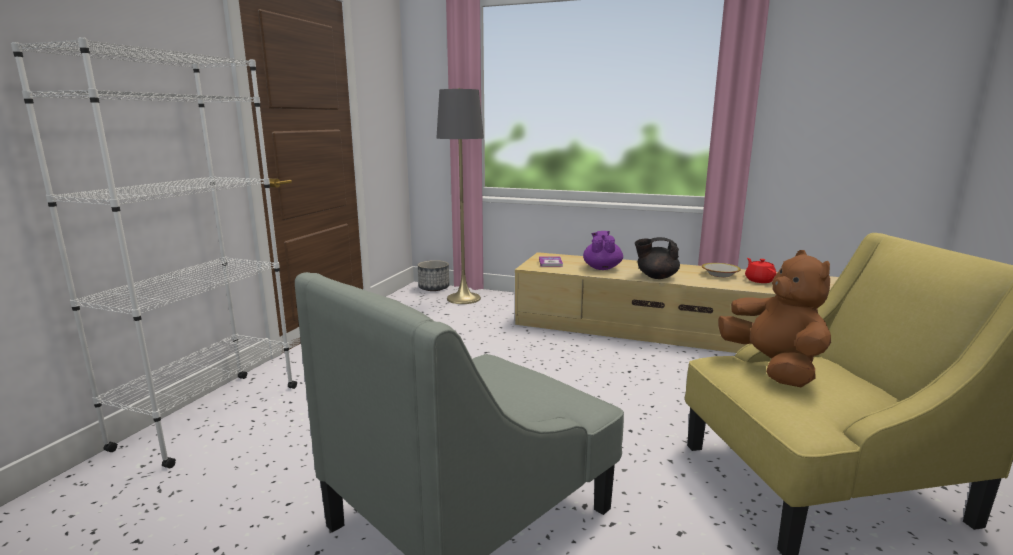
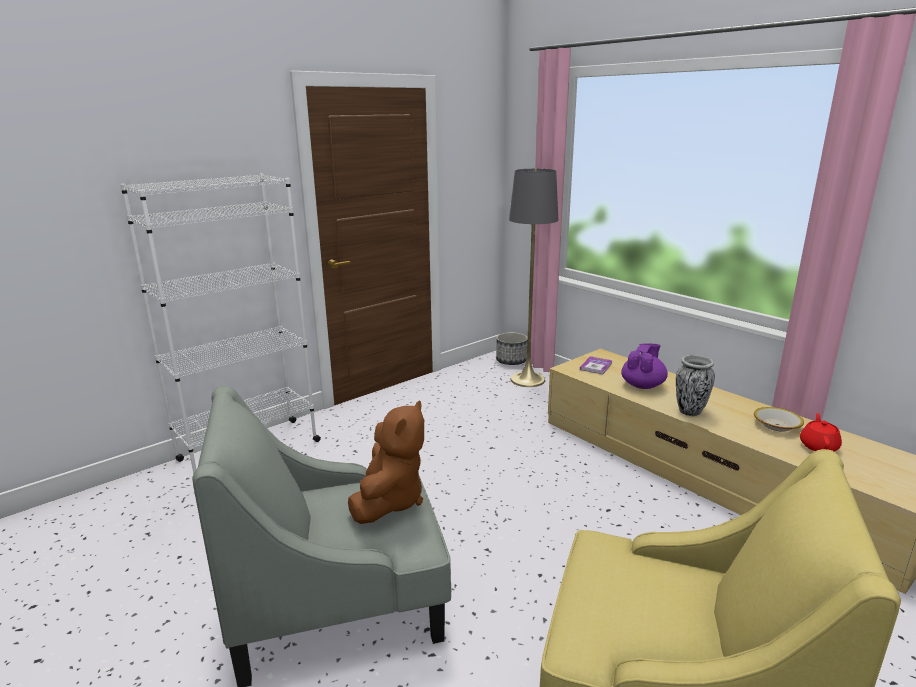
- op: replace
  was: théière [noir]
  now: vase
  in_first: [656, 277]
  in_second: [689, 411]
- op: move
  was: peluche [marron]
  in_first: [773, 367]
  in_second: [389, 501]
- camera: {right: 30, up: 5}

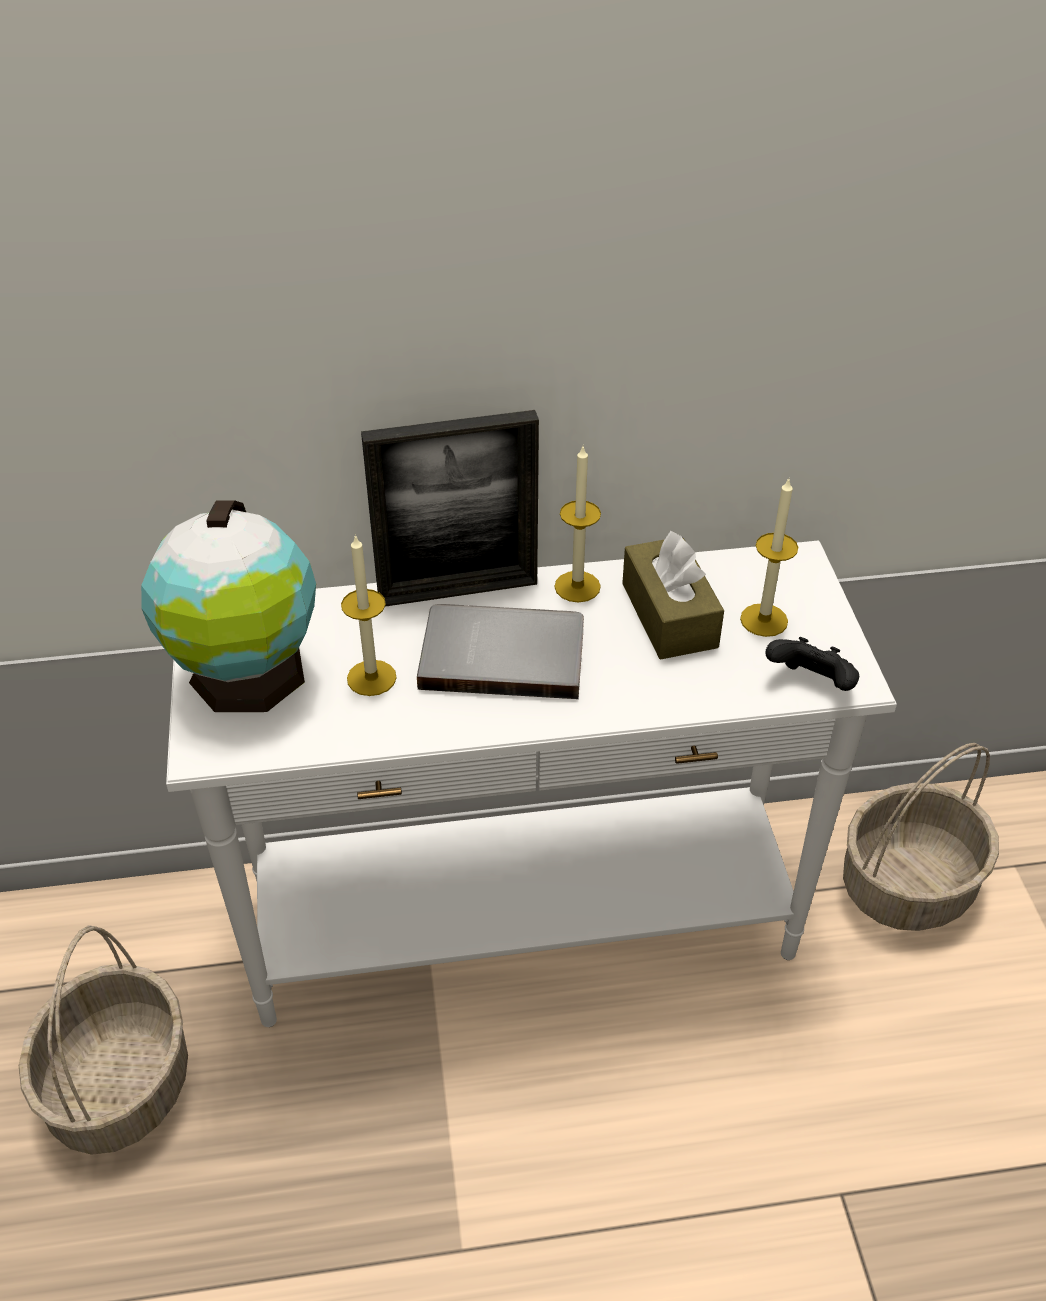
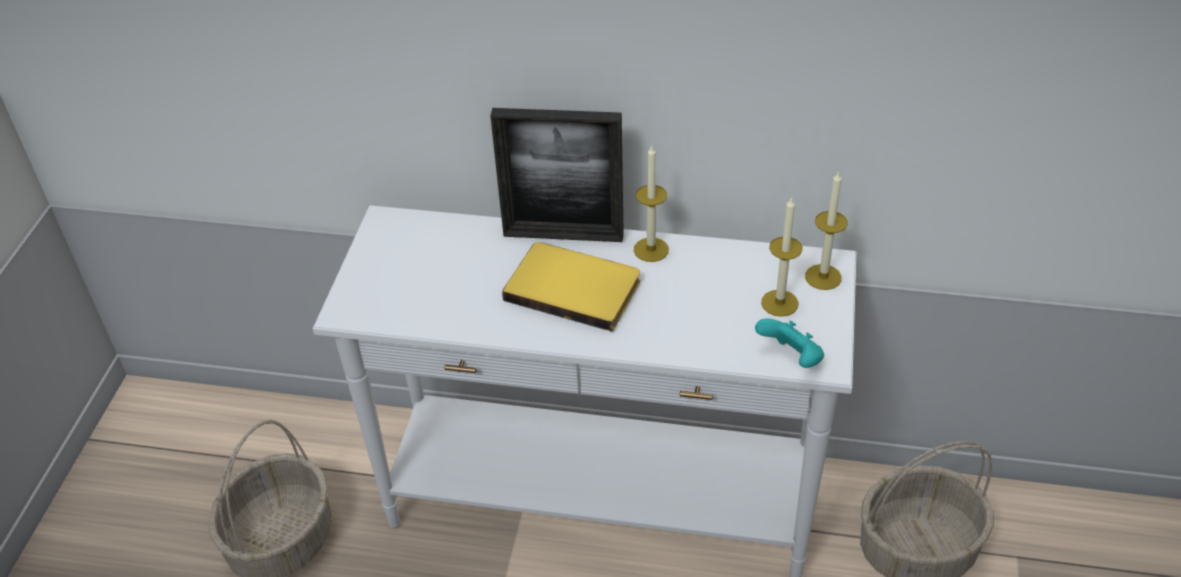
- op: delete
  was: globe
  in_first: [248, 678]
- op: delete
  was: boîte à mouchoirs [marron]
  in_first: [669, 615]
- op: move
  was: bougie
  in_first: [371, 678]
  in_second: [823, 277]
- op: recolor
  was: livre [gris]
  now: livre [jaune]
  in_first: [503, 653]
  in_second: [574, 287]
- op: recolor
  was: manette [noir]
  now: manette [turquoise]
  in_first: [811, 684]
  in_second: [791, 358]
- camera: {right: 20, up: 0}

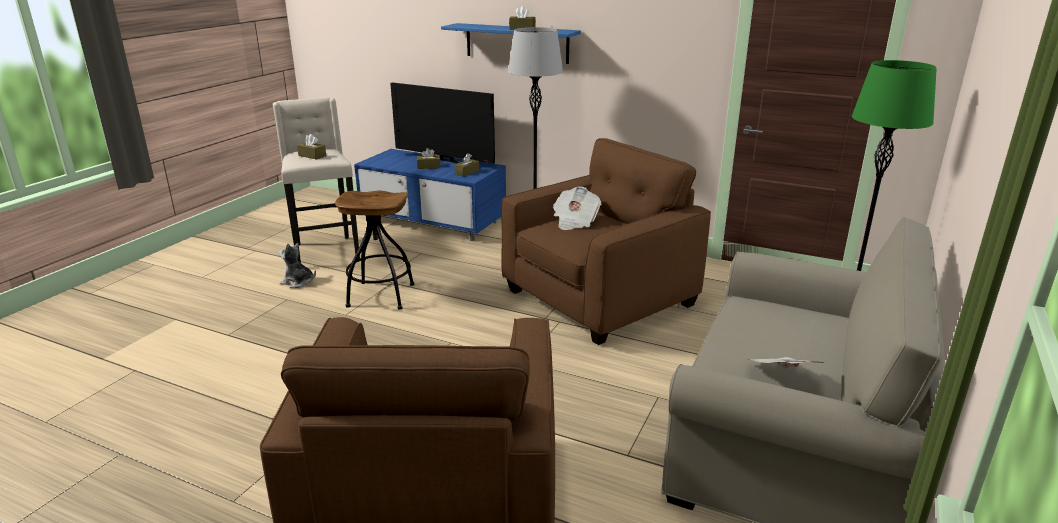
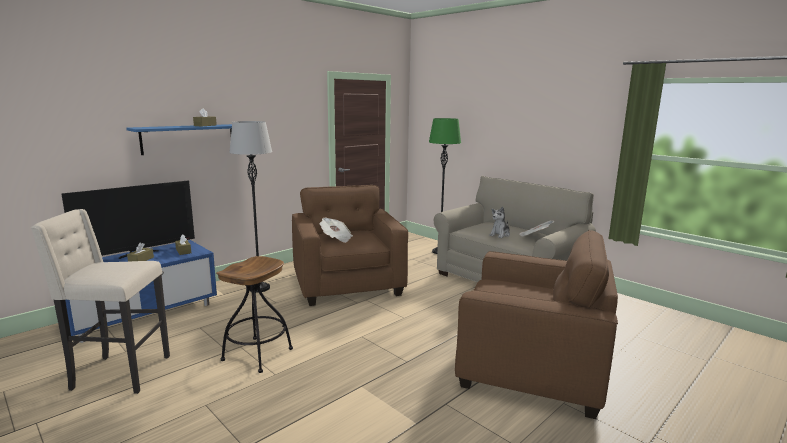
- op: delete
  was: boîte à mouchoirs [marron]
  in_first: [312, 156]
- op: move
  was: peluche
  in_first: [298, 282]
  in_second: [500, 235]
- camera: {right: -70, up: -10}

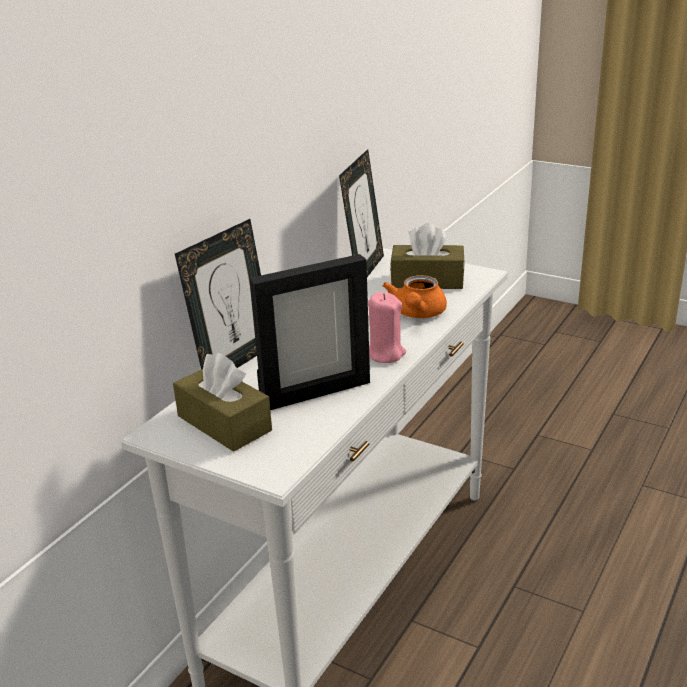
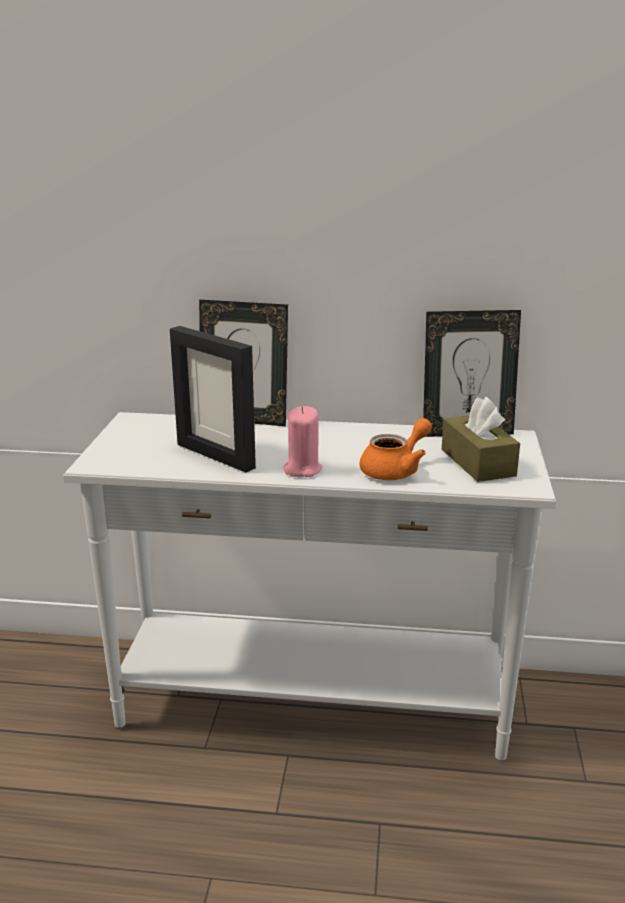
- op: rotate
  was: théière [orange]
  in_first: [417, 314]
  in_second: [396, 470]
  clockwise: 150
- op: delete
  was: boîte à mouchoirs [marron]
  in_first: [224, 423]
- camera: {right: 65, up: -5}

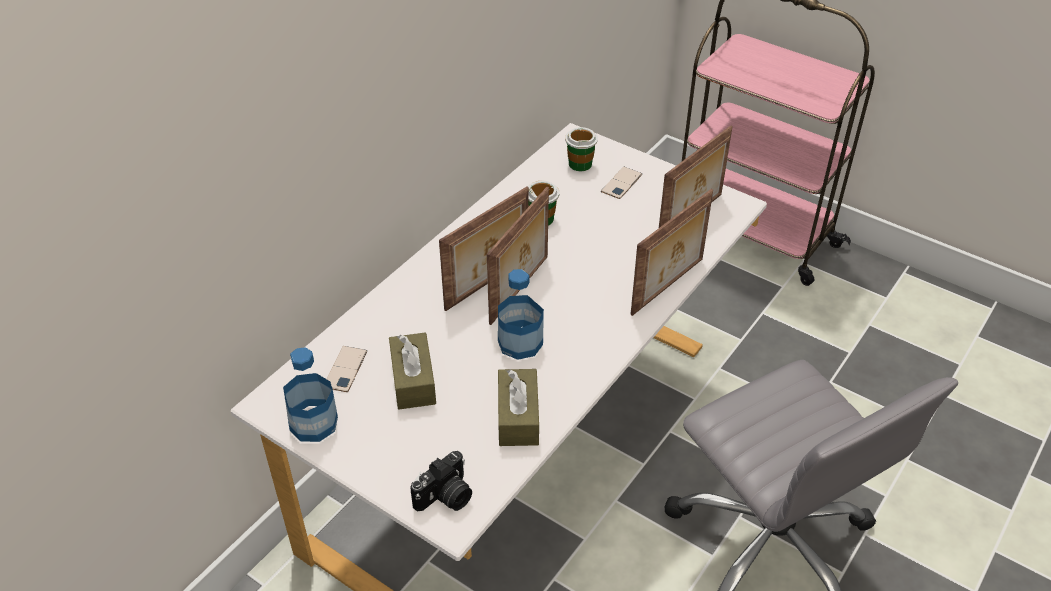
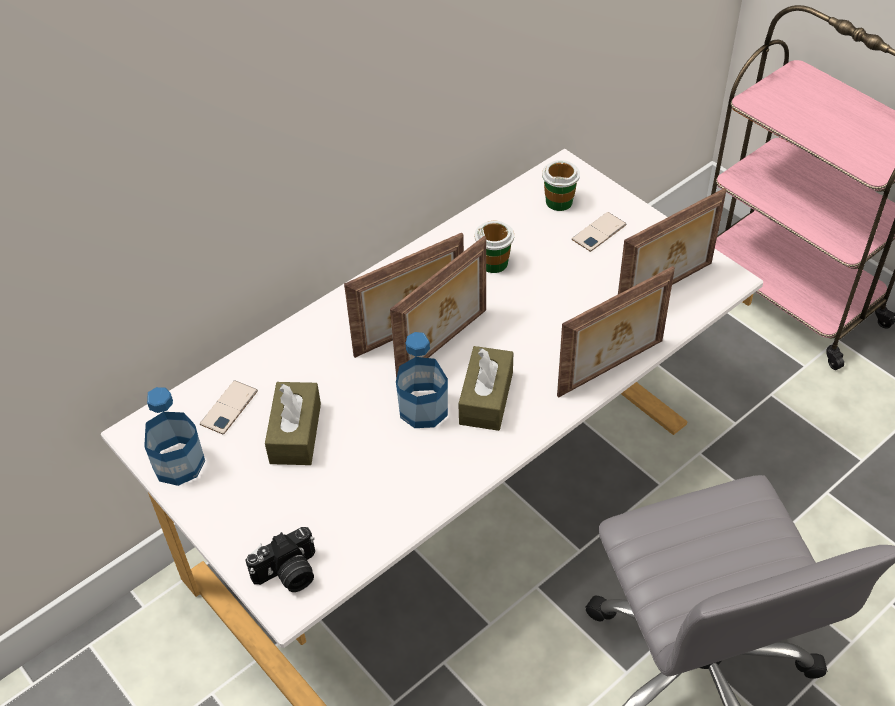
- op: move
  was: boîte à mouchoirs [marron]
  in_first: [518, 417]
  in_second: [486, 398]
- camera: {right: 15, up: 5}

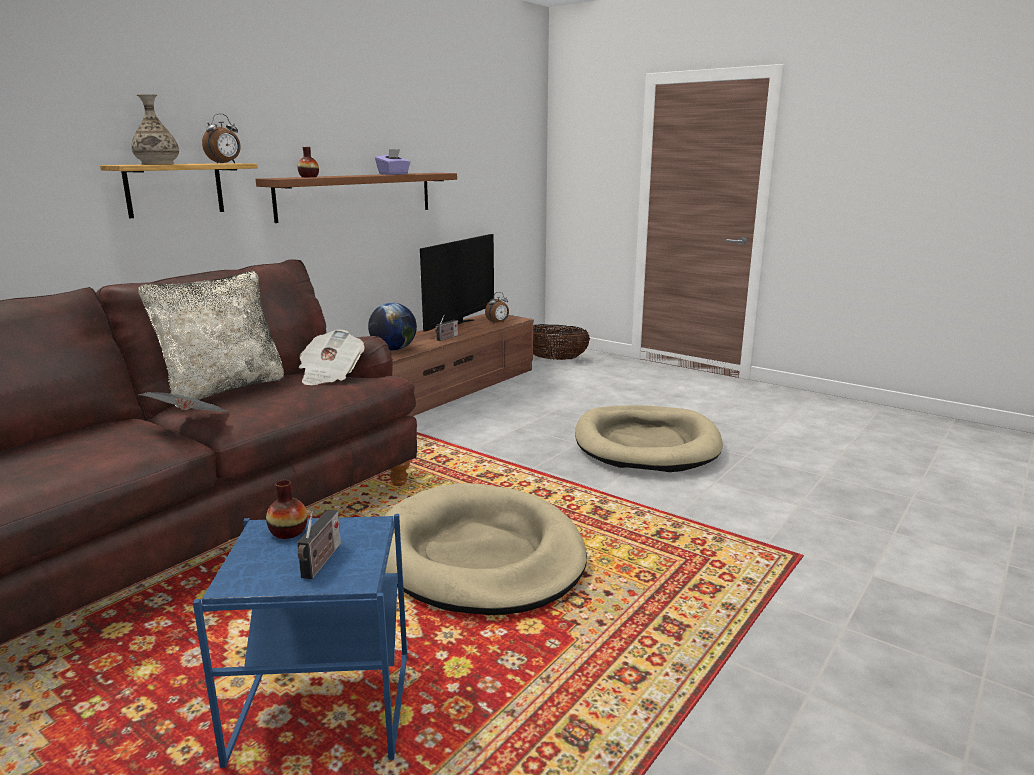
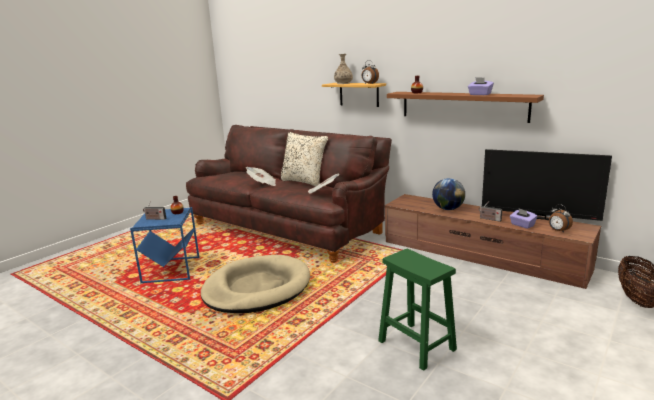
- op: replace
  was: panier pour chien [beige]
  now: tabouret [vert]
  in_first: [646, 444]
  in_second: [417, 346]
- op: insert
  now: boîte à mouchoirs [violet]
  in_second: [522, 225]
- camera: {right: 90, up: 0}

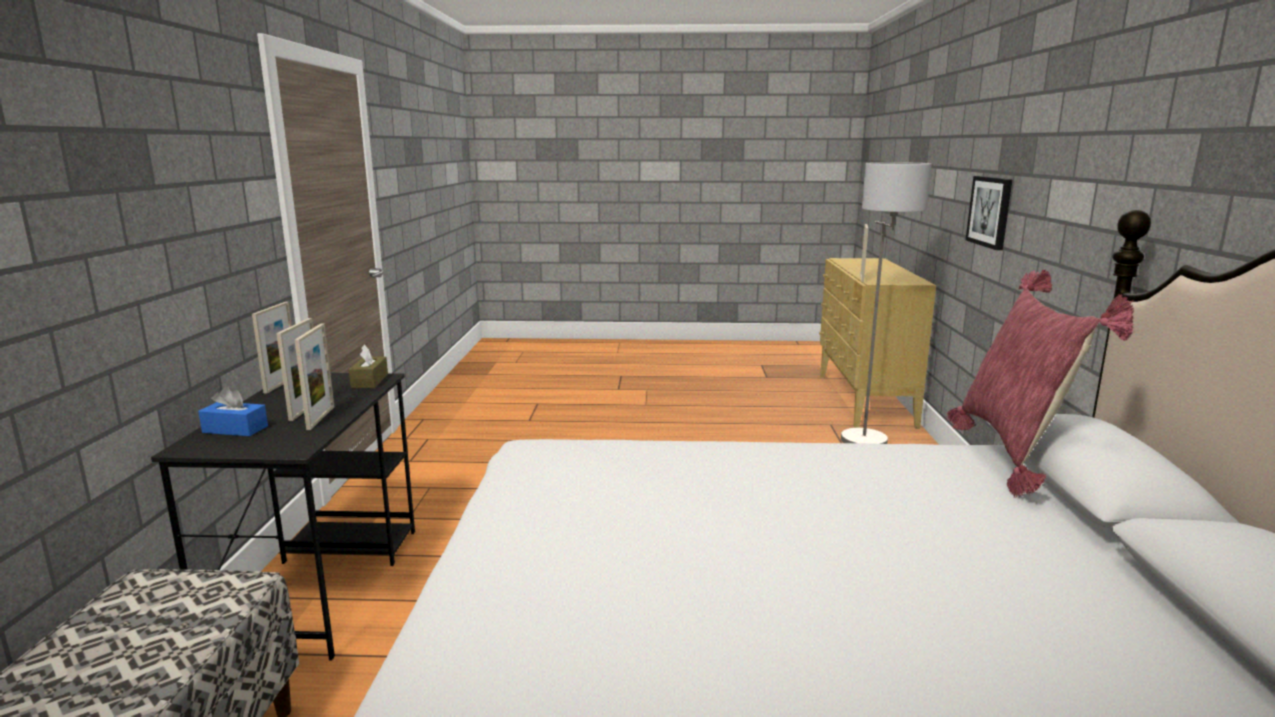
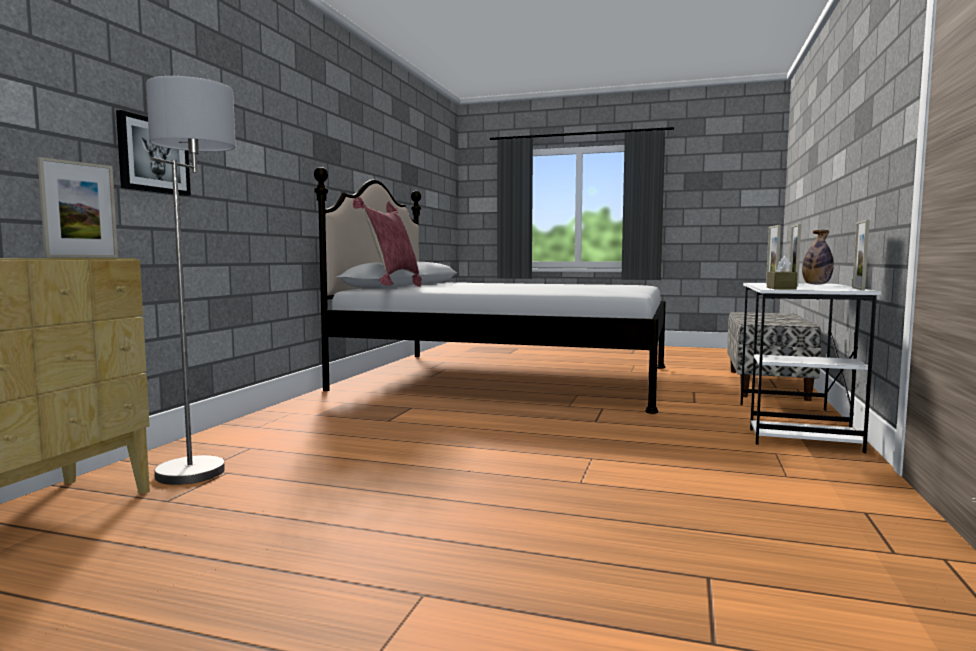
- op: recolor
  was: bureau [noir]
  now: bureau [blanc]
  in_first: [321, 584]
  in_second: [794, 425]
- op: replace
  was: boîte à mouchoirs [bleu]
  now: bouteille
  in_first: [235, 429]
  in_second: [816, 284]
- camera: {right: -165, up: -10}

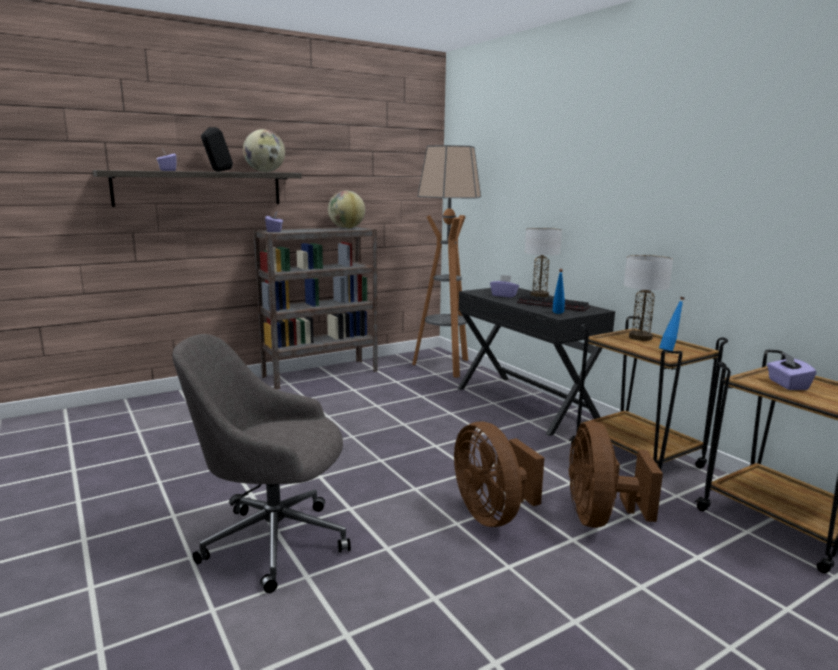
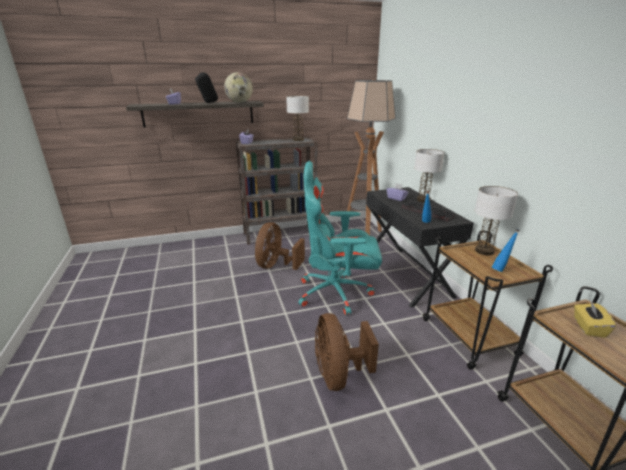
- op: replace
  was: globe
  now: lampe de table
  in_first: [346, 228]
  in_second: [298, 140]
- op: delete
  was: chaise de bureau [gris]
  in_first: [273, 542]
- op: recolor
  was: boîte à mouchoirs [violet]
  now: boîte à mouchoirs [jaune]
  in_first: [787, 385]
  in_second: [588, 327]
- op: move
  was: ventilateur [marron]
  in_first: [600, 517]
  in_second: [276, 265]
- op: insert
  now: chaise de bureau [turquoise]
  in_second: [339, 294]
- camera: {right: 15, up: 10}

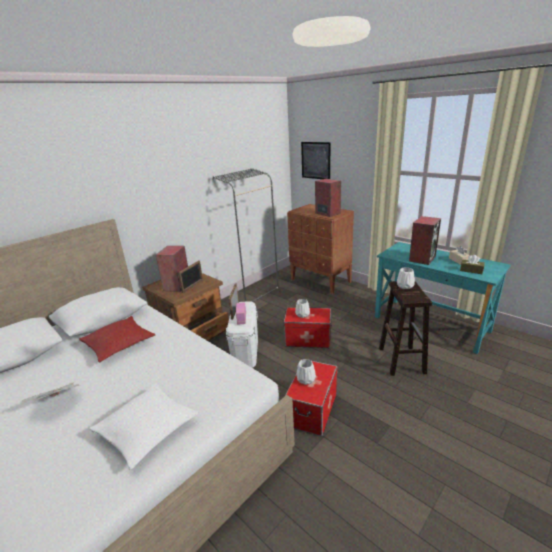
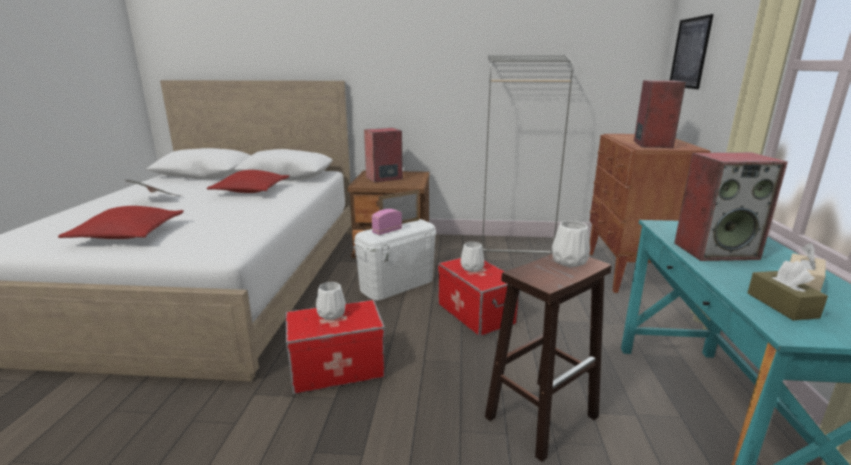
- op: delete
  was: cadre photo
  in_first: [193, 286]
- op: recolor
  was: coussin [blanc]
  now: coussin [rouge]
  in_first: [147, 429]
  in_second: [128, 234]
- camera: {right: 50, up: -5}

